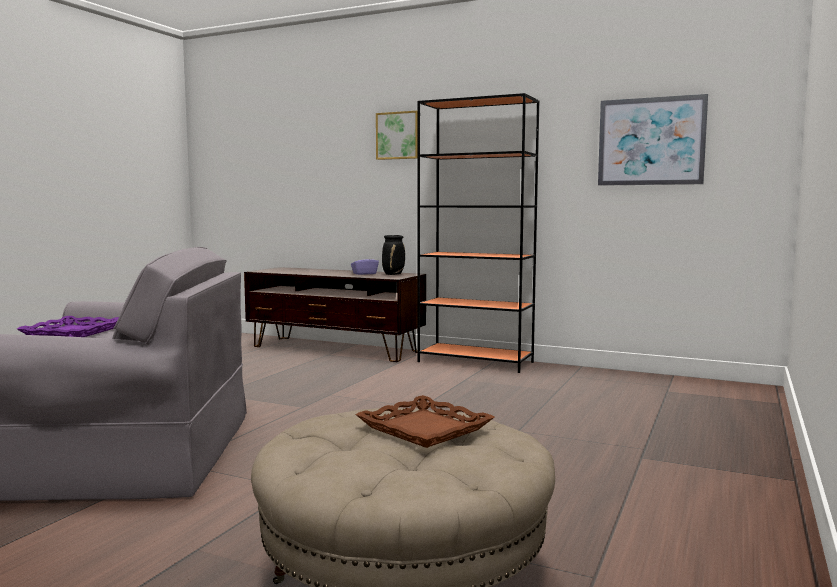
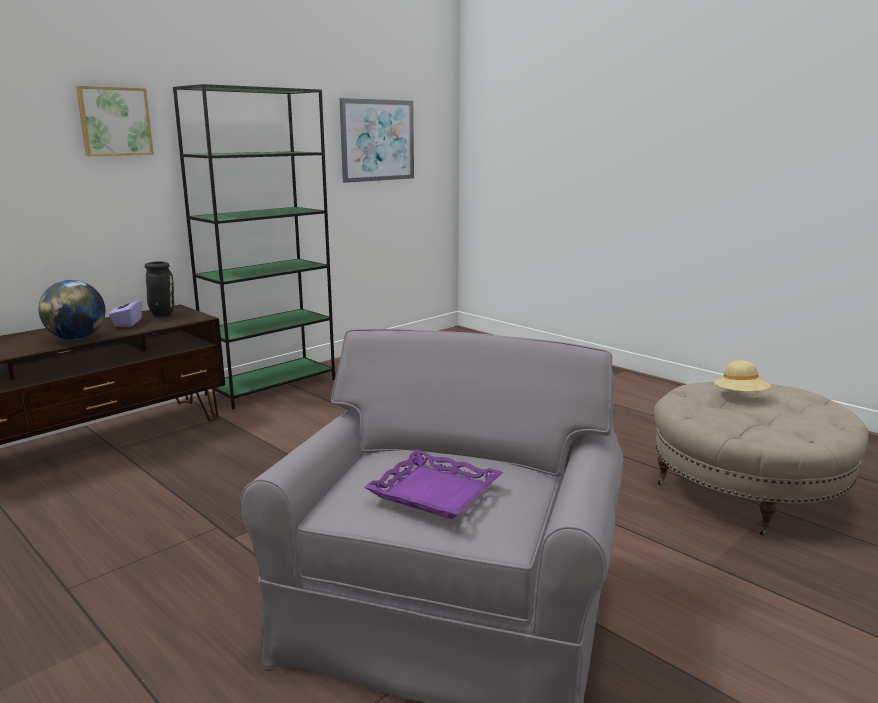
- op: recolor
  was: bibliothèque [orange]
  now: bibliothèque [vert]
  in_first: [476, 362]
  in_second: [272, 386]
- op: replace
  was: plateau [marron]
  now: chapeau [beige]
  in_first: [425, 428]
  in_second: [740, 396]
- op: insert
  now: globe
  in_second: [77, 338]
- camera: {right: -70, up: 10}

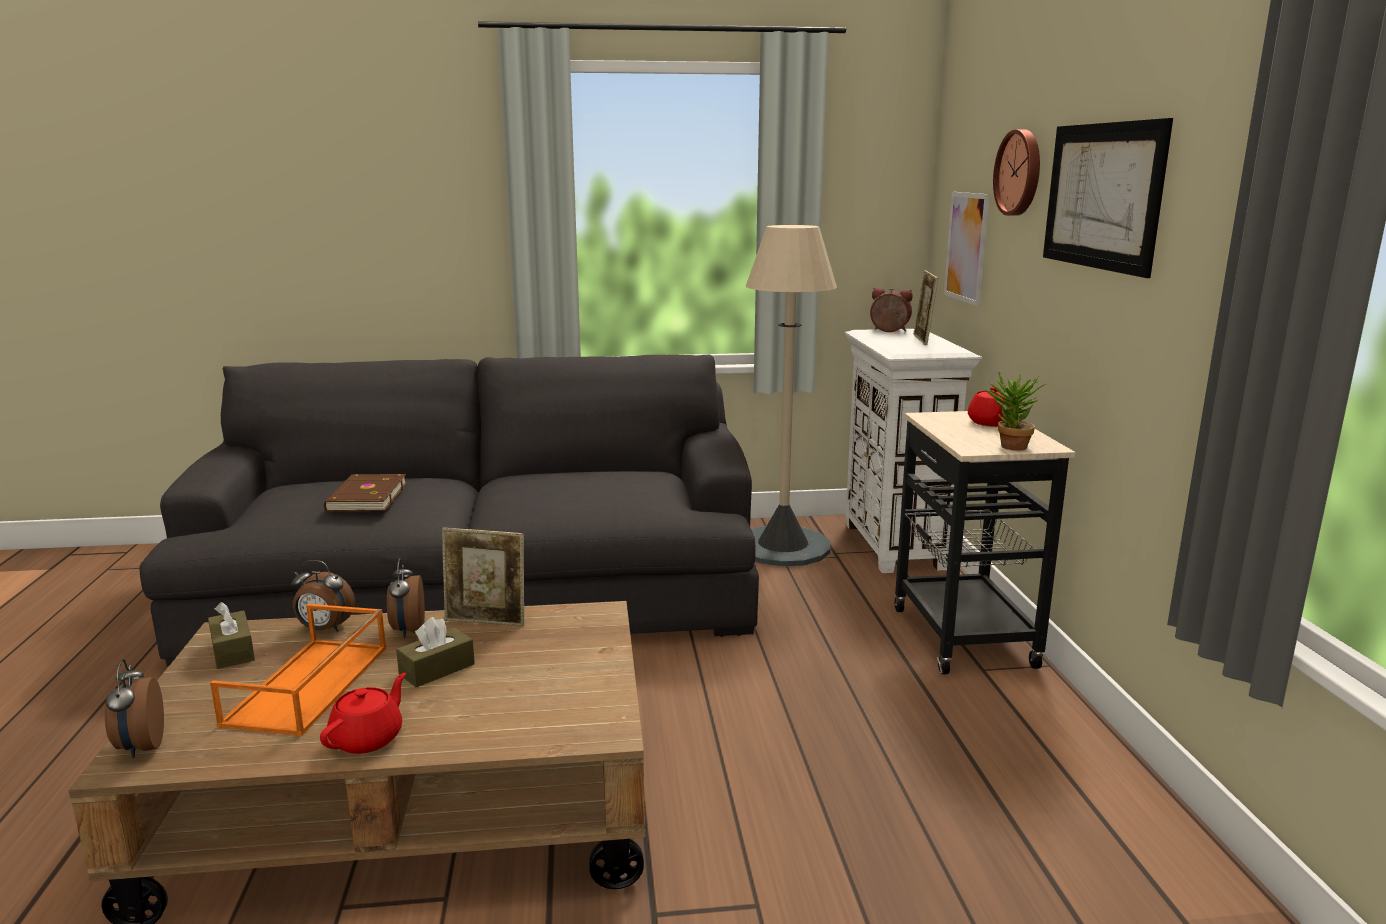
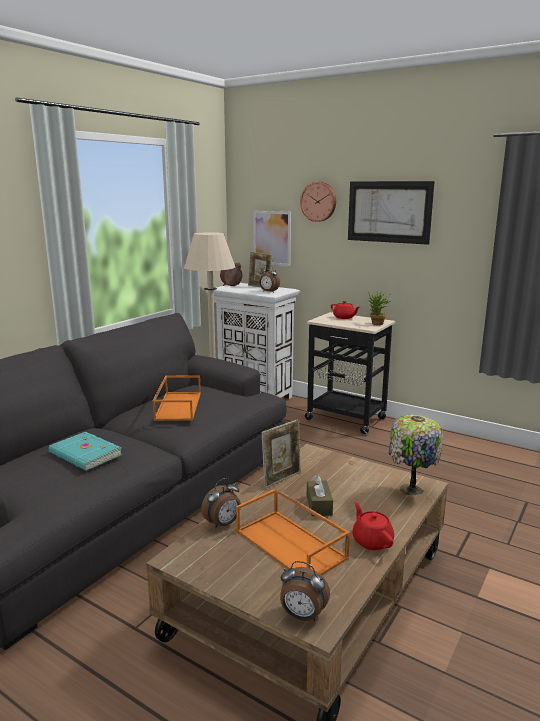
- op: recolor
  was: livre [marron]
  now: livre [turquoise]
  in_first: [365, 497]
  in_second: [84, 454]
- op: move
  was: réveil
  in_first: [408, 630]
  in_second: [268, 292]
- op: delete
  was: boîte à mouchoirs [marron]
  in_first: [233, 651]
- op: insert
  now: plateau [orange]
  in_second: [177, 405]
- op: insert
  now: lampe de table
  in_second: [410, 490]
- camera: {right: -50, up: 0}

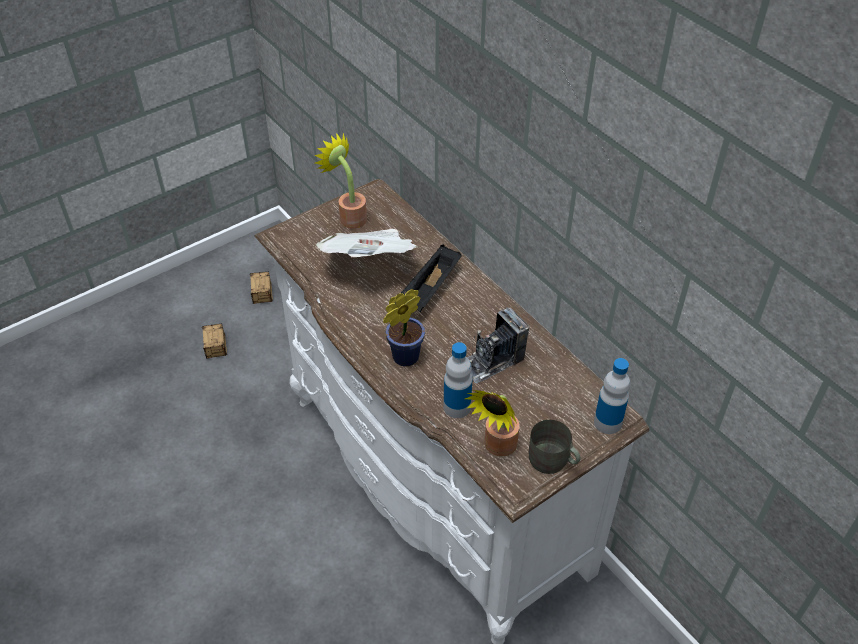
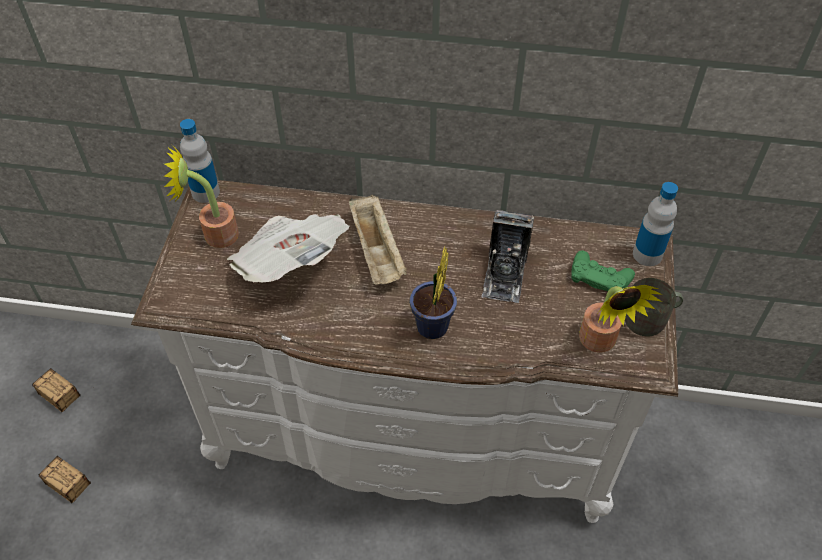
- op: recolor
  was: plateau [noir]
  now: plateau [beige]
  in_first: [429, 291]
  in_second: [377, 252]
- op: move
  was: bouteille
  in_first: [457, 407]
  in_second: [205, 192]
- op: insert
  now: manette [vert]
  in_second: [599, 277]
- camera: {right: -45, up: 5}

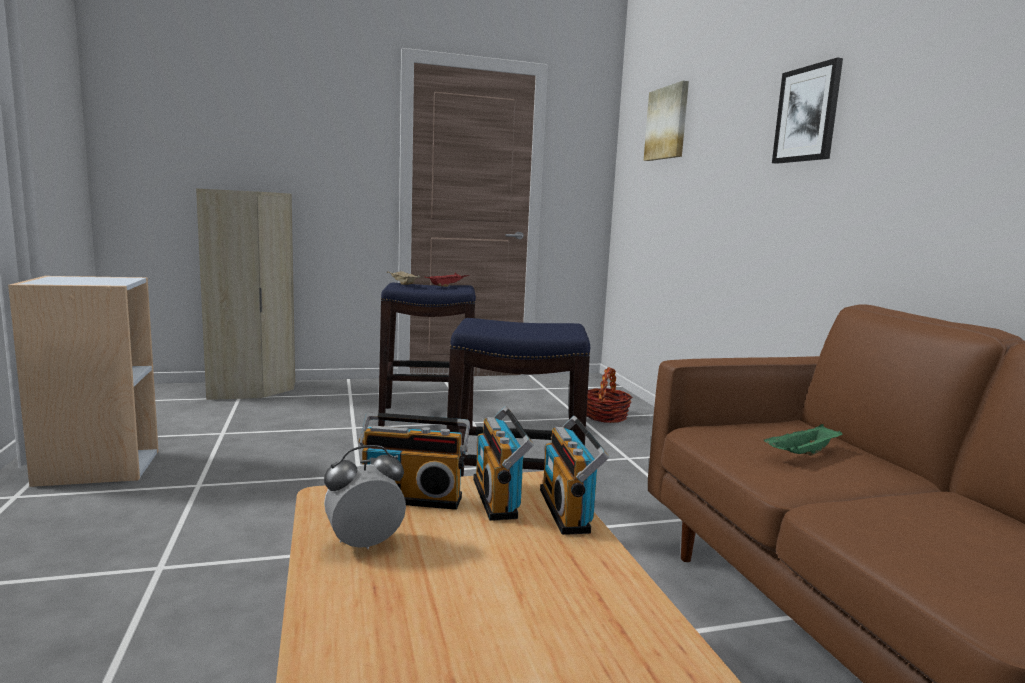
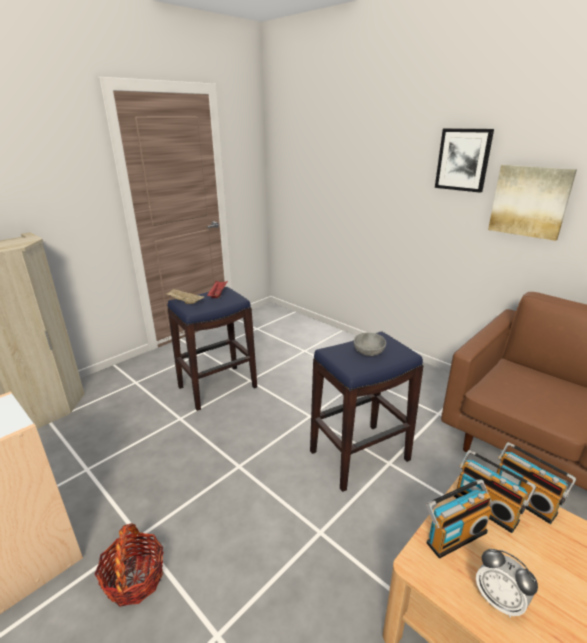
- op: move
  was: tableau
  in_first: [667, 123]
  in_second: [530, 201]
- op: move
  was: panier
  in_first: [606, 416]
  in_second: [135, 578]
- op: delete
  was: plateau [vert]
  in_first: [802, 455]
- op: rotate
  was: réveil
  in_first: [365, 543]
  in_second: [498, 600]
  clockwise: -75
- op: insert
  now: bol [gris]
  in_second: [369, 352]
- camera: {right: -30, up: 15}

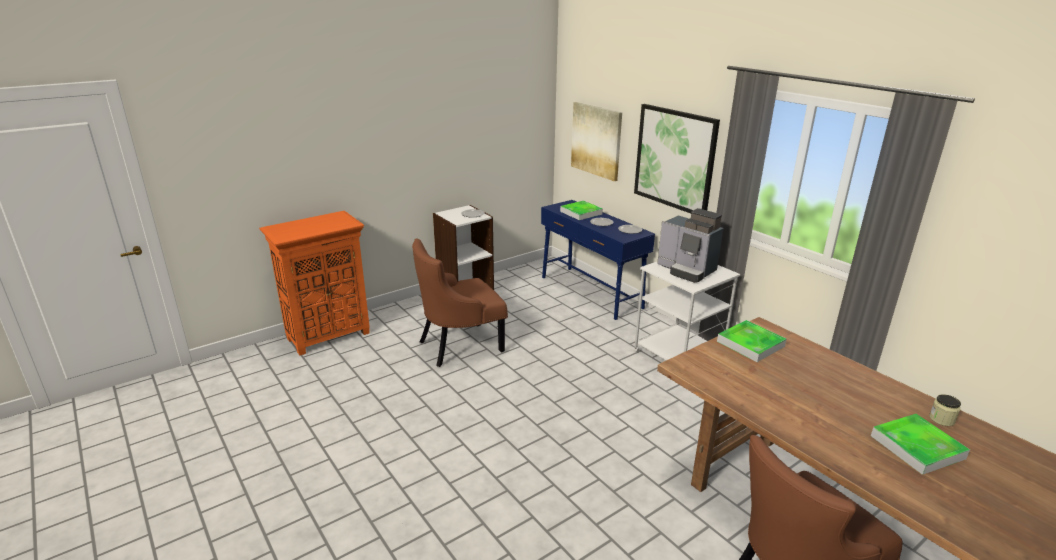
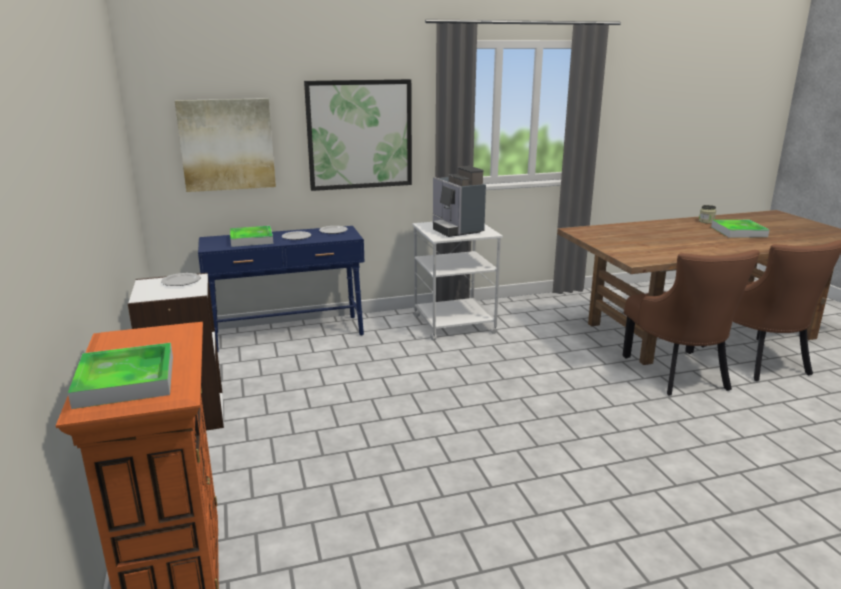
- op: rotate
  was: machine à café
  in_first: [687, 270]
  in_second: [456, 229]
  clockwise: 90
- op: move
  was: chaise [marron]
  in_first: [461, 345]
  in_second: [675, 372]
- op: move
  was: plateau
  in_first: [750, 344]
  in_second: [126, 381]
- camera: {right: -70, up: -5}

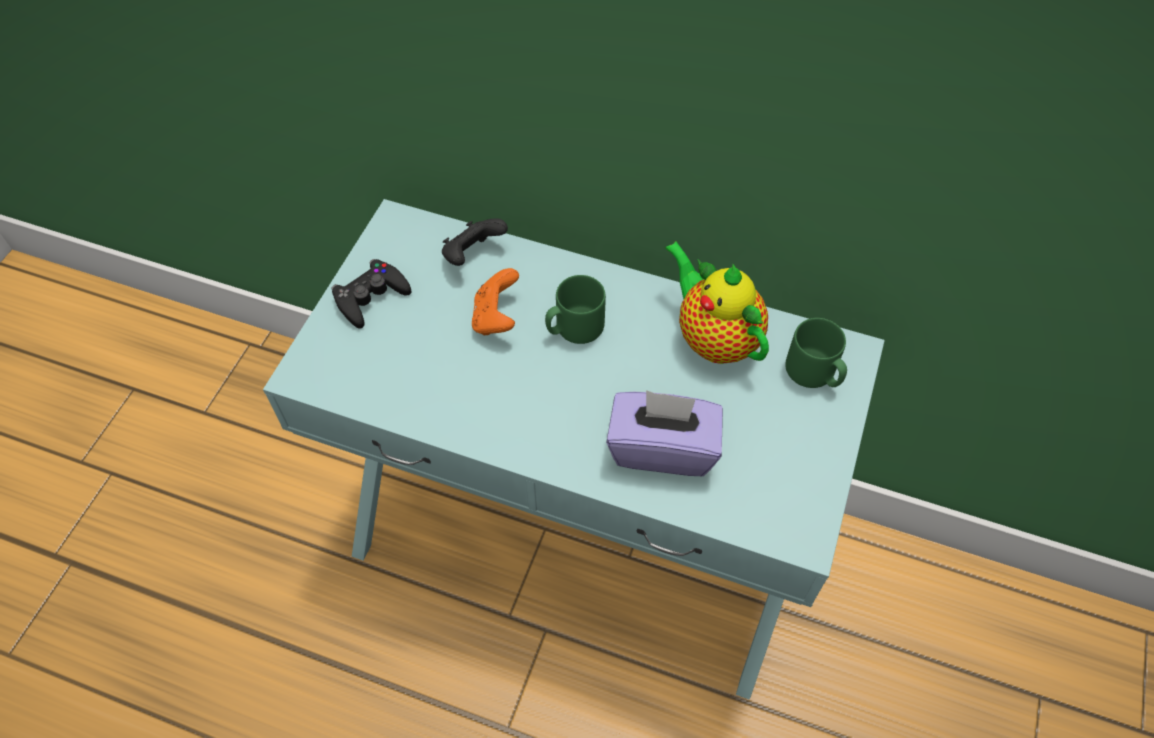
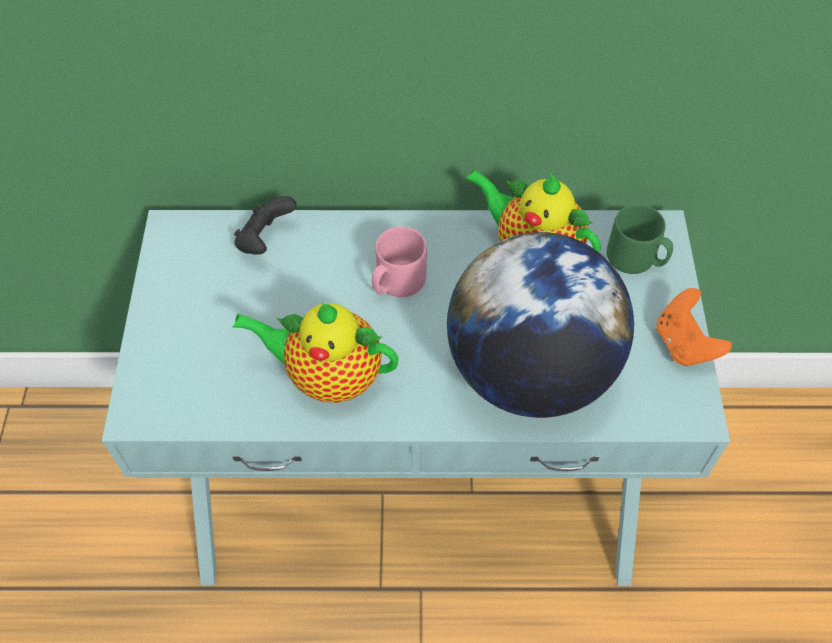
- op: delete
  was: manette [noir]
  in_first: [371, 297]
- op: move
  was: manette [orange]
  in_first: [496, 318]
  in_second: [684, 344]
- op: recolor
  was: mug [vert]
  now: mug [rose]
  in_first: [574, 328]
  in_second: [396, 282]
- op: replace
  was: boîte à mouchoirs [violet]
  now: globe
  in_first: [662, 448]
  in_second: [530, 371]
- op: insert
  now: théière
  in_second: [328, 376]
- camera: {right: -20, up: 0}

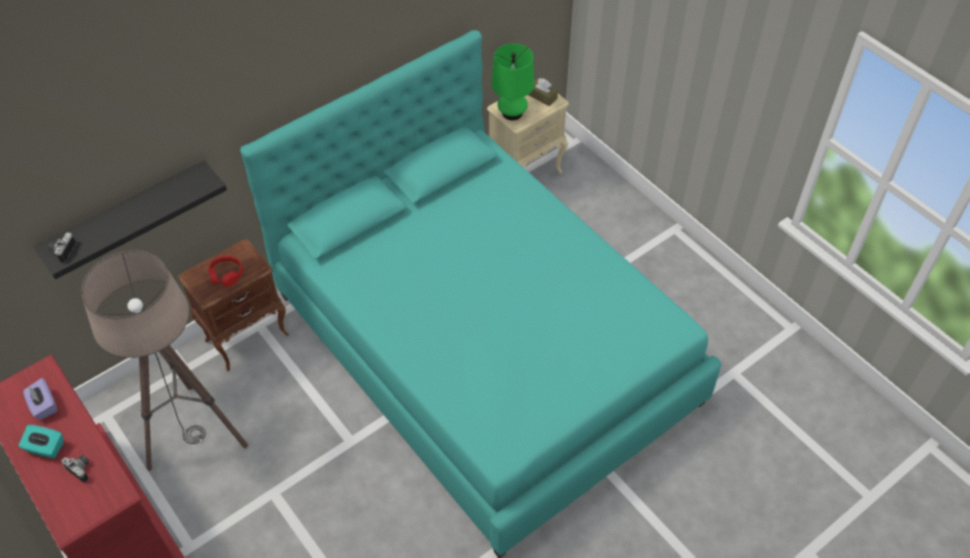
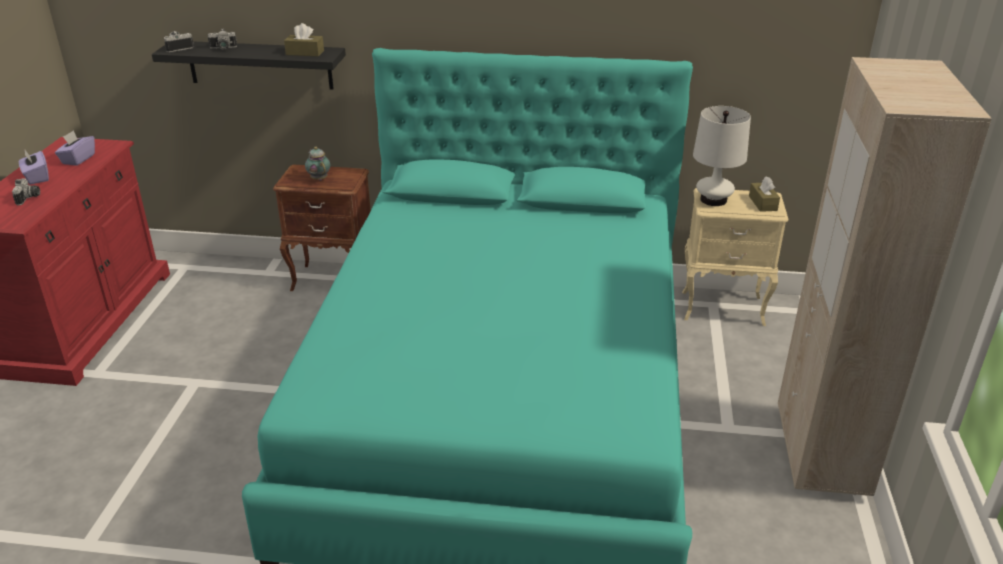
- op: recolor
  was: lampe de table [vert]
  now: lampe de table [blanc]
  in_first: [512, 113]
  in_second: [713, 200]
- op: delete
  was: lampadaire
  in_first: [195, 433]
- op: replace
  was: casque audio [rouge]
  now: théière
  in_first: [226, 275]
  in_second: [319, 178]
- op: recolor
  was: boîte à mouchoirs [turquoise]
  now: boîte à mouchoirs [violet]
  in_first: [45, 448]
  in_second: [37, 177]
- op: insert
  now: boîte à mouchoirs [marron]
  in_second: [305, 53]
- op: insert
  now: appareil photo
  in_second: [223, 48]
- op: insert
  now: meuble de rangement [beige]
  in_second: [819, 454]
- camera: {right: 45, up: -20}

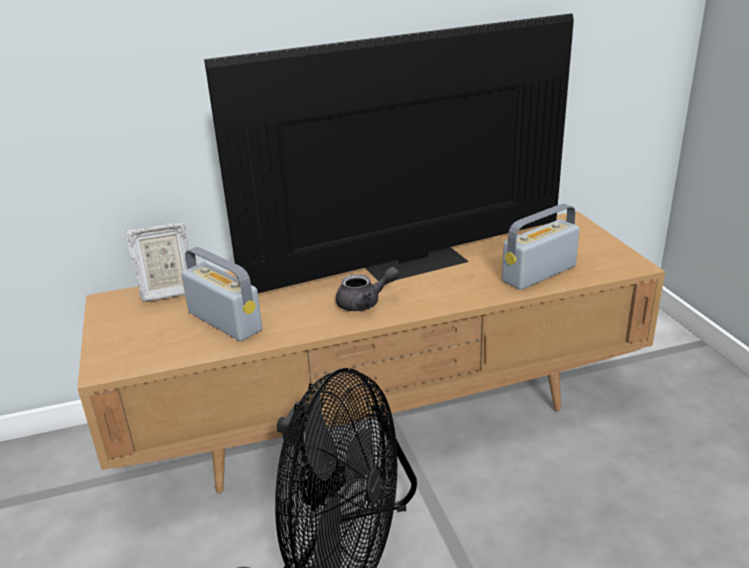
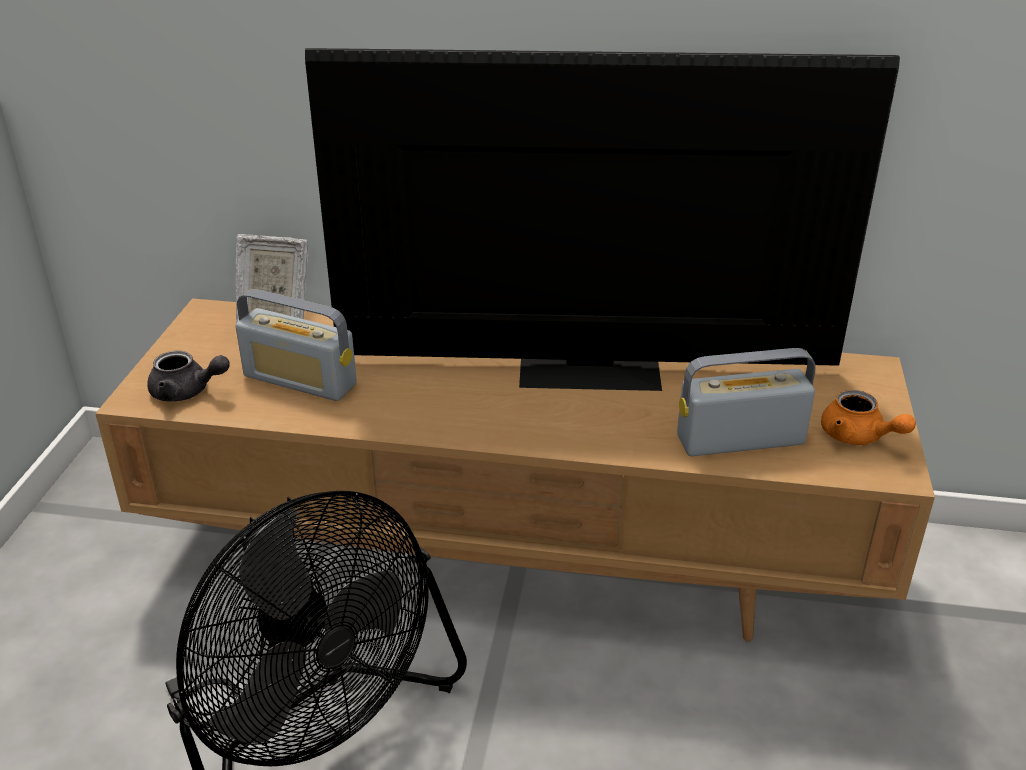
- op: rotate
  was: radio
  in_first: [224, 321]
  in_second: [300, 380]
  clockwise: 135
- op: move
  was: théière [gris]
  in_first: [365, 303]
  in_second: [187, 392]
- op: insert
  now: théière [orange]
  in_second: [858, 437]
- camera: {right: 25, up: 5}

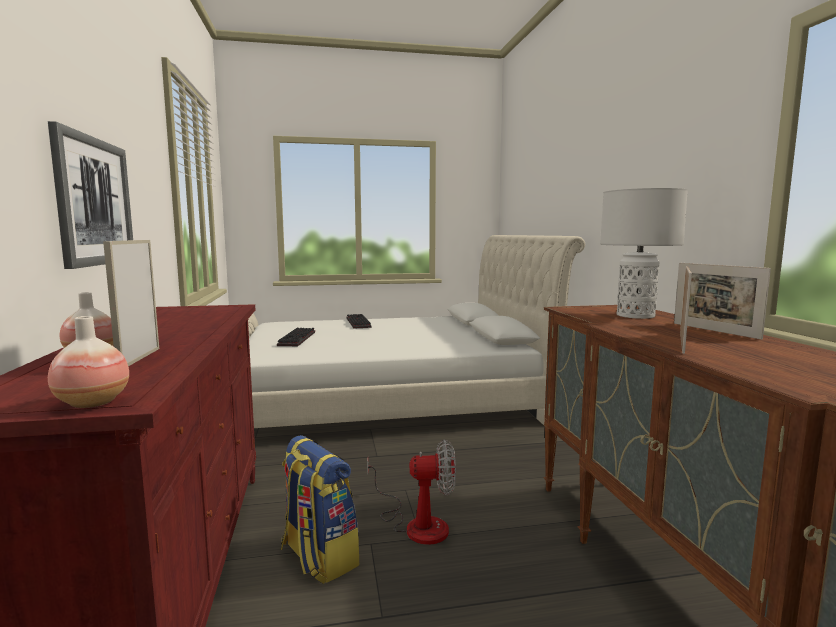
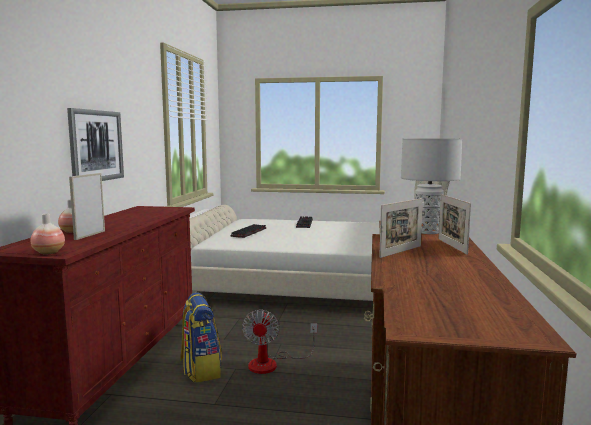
- op: rotate
  was: ventilateur
  in_first: [416, 524]
  in_second: [272, 363]
  clockwise: 75
- camera: {right: 20, up: 0}

